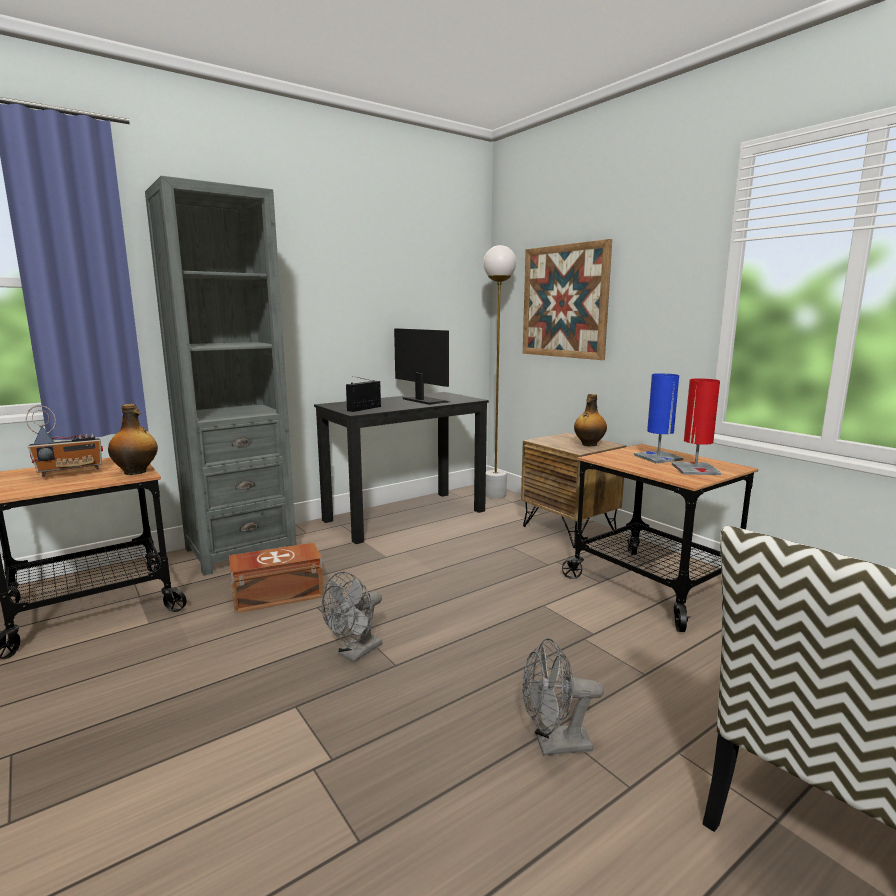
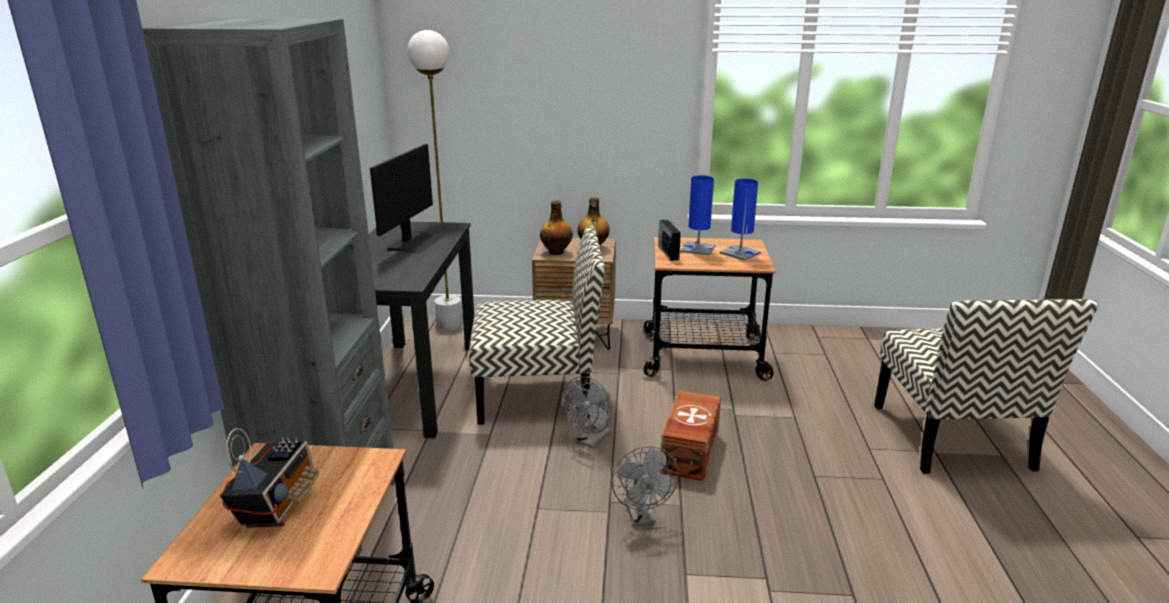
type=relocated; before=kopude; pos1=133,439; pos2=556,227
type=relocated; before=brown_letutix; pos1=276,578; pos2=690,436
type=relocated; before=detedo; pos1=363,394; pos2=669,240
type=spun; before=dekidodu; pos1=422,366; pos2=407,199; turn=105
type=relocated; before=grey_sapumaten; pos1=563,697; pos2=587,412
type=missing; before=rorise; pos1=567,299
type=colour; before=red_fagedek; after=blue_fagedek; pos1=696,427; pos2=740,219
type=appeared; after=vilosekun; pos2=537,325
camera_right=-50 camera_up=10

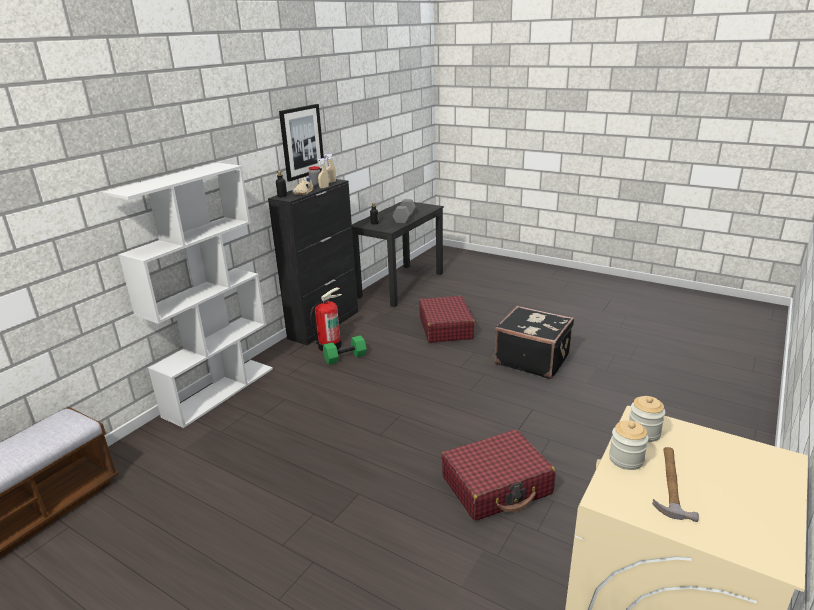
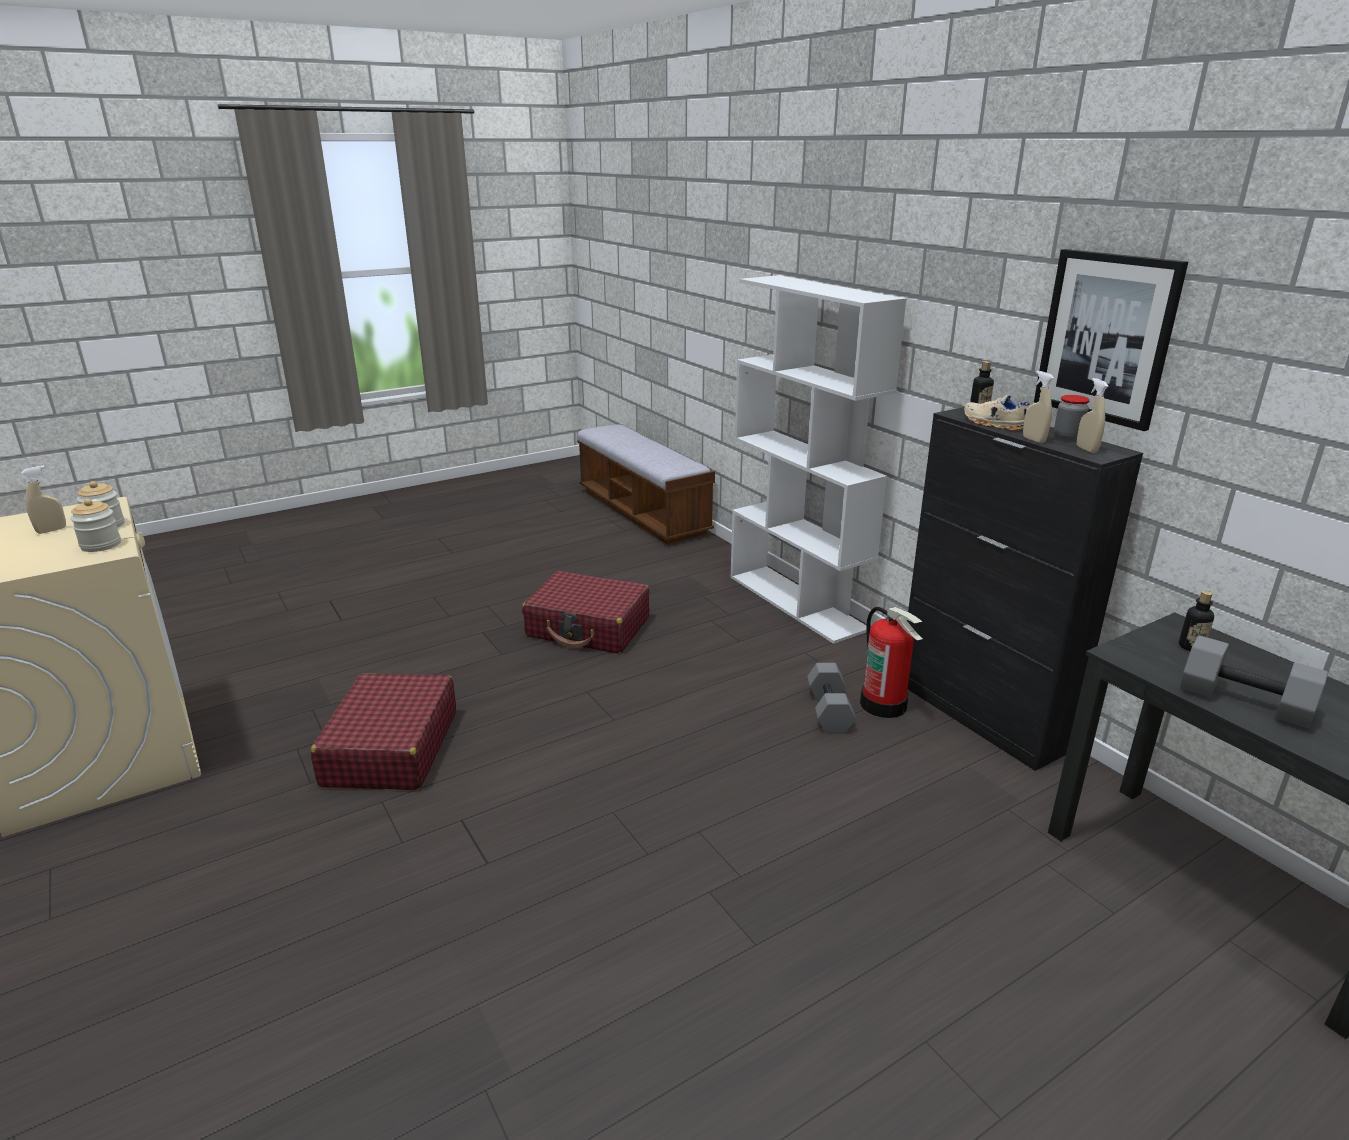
type=colour; before=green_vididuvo; after=grey_vididuvo; pos1=345,350; pos2=831,698
type=relocated; before=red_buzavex; pos1=447,319; pos2=585,612
type=missing; before=black_buzavex; pos1=534,342
type=exchanged; before=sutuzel; after=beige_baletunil; pos1=675,484; pos2=43,499
camera_right=115 camera_up=0

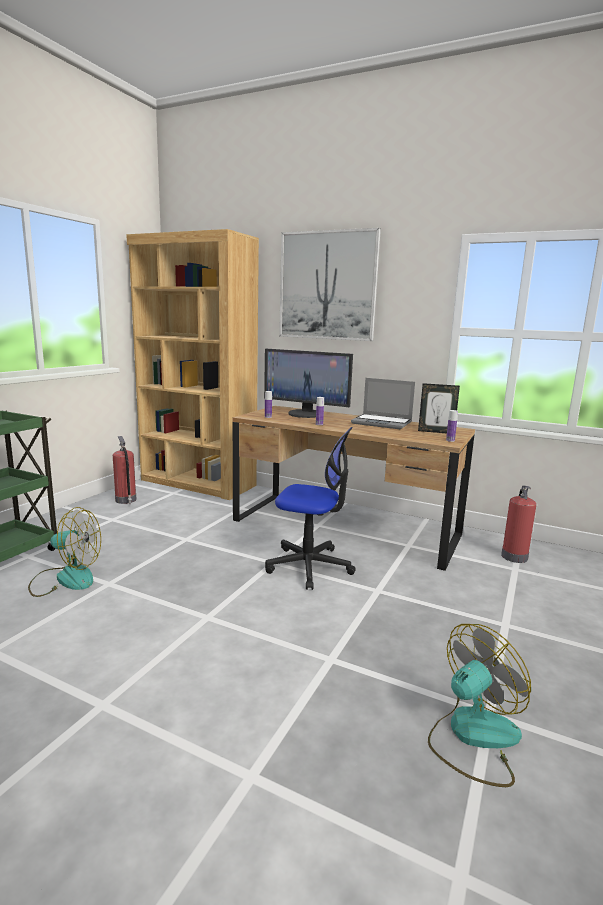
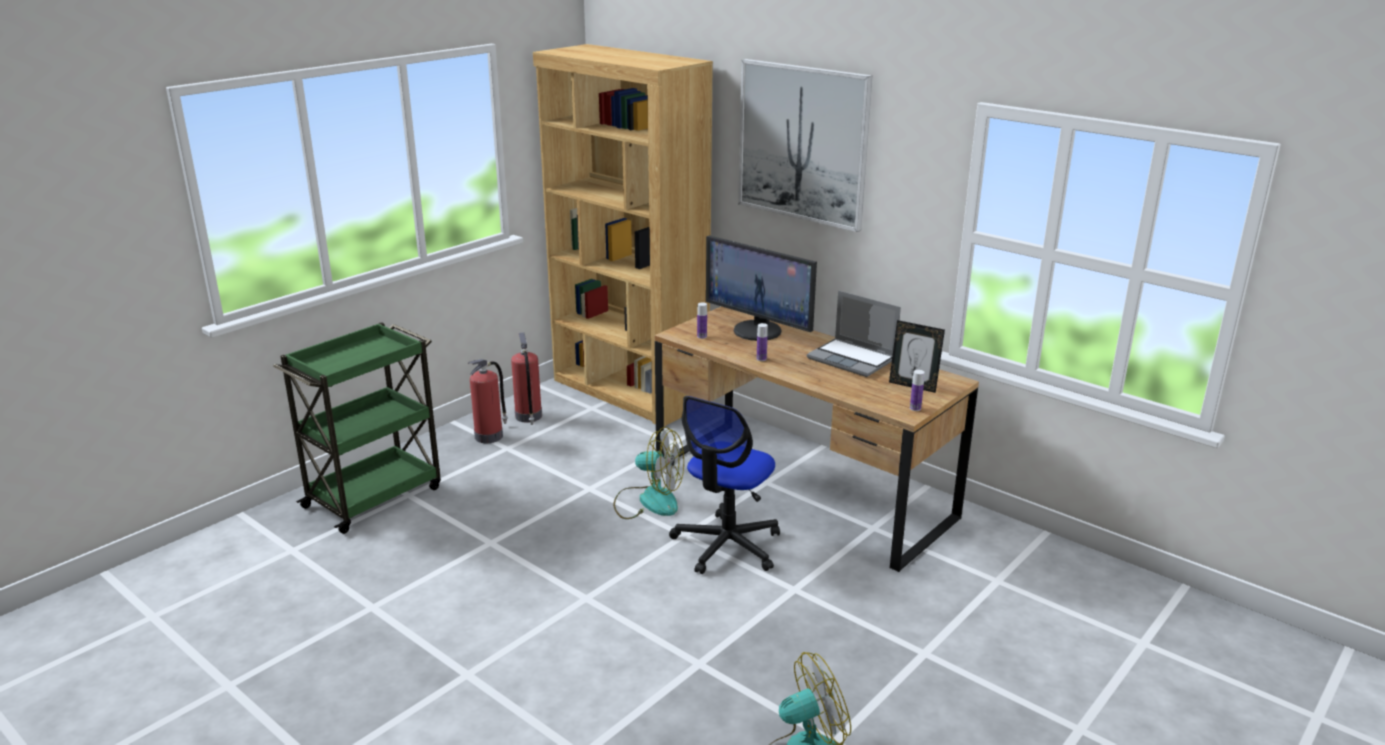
type=relocated; before=sapumaten; pos1=64,552; pos2=648,473
type=spun; before=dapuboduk; pos1=310,508; pos2=724,485; turn=90
type=relocated; before=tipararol; pos1=518,524; pos2=488,401
camera_right=15 camera_up=10

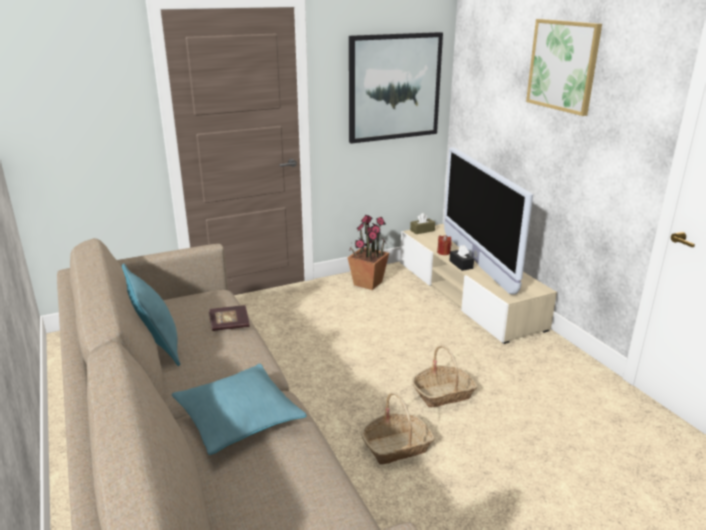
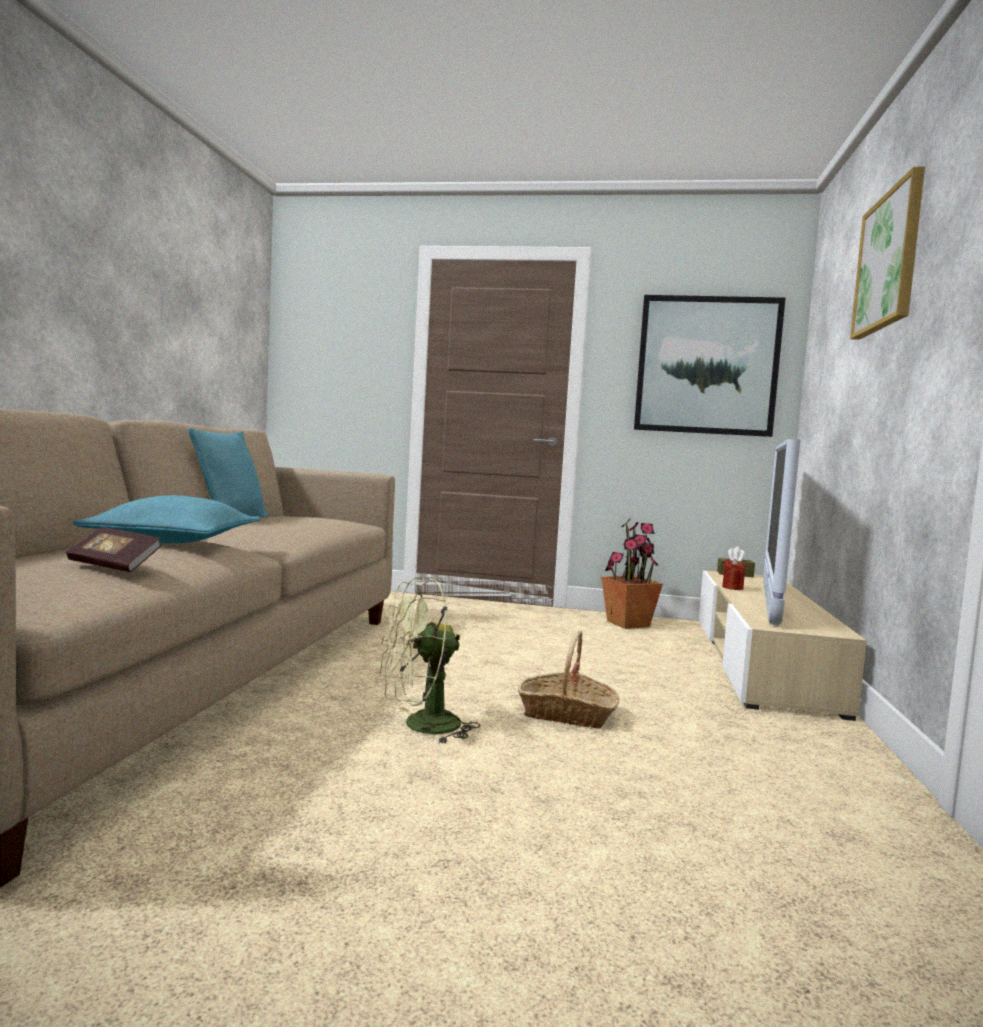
type=relocated; before=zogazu; pos1=229,318; pos2=113,549
type=exchanged; before=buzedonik; after=green_sapumaten; pos1=398,428; pos2=429,661
type=missing; before=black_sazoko; pos1=461,258
camera_right=35 camera_up=-20

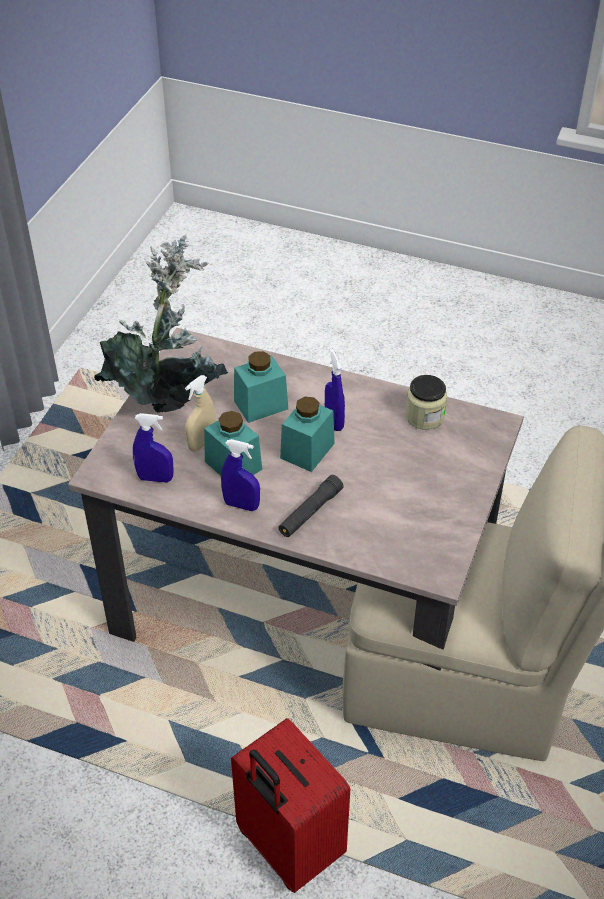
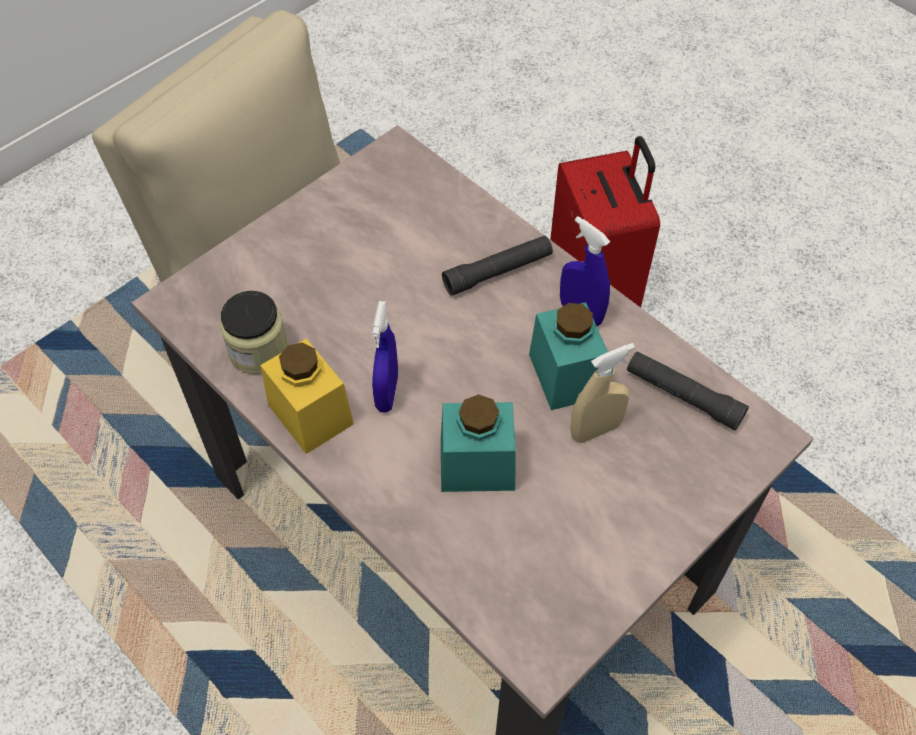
type=missing; before=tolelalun; pos1=161,323
type=exchanged; before=blue_baletunil; after=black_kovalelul; pos1=153,448; pos2=688,391
type=missing; before=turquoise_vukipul; pos1=307,434
type=appeared; after=yellow_vukipul; pos2=307,396
camera_right=-155 camera_up=10

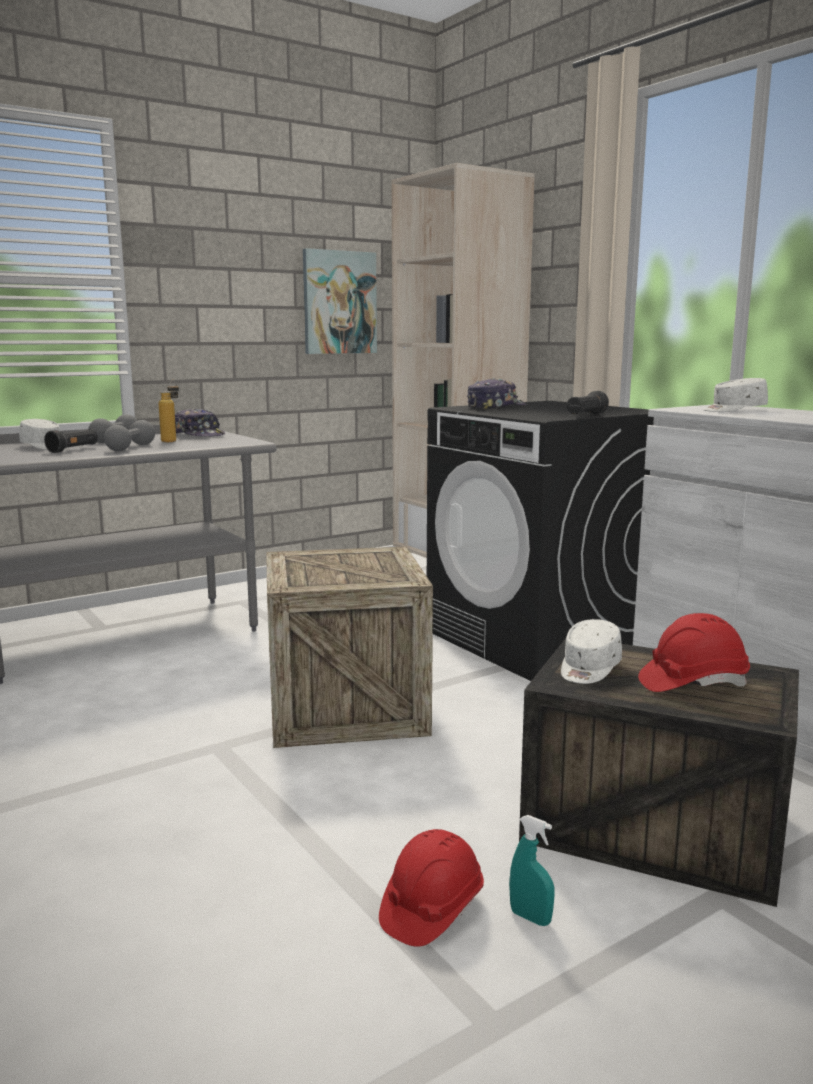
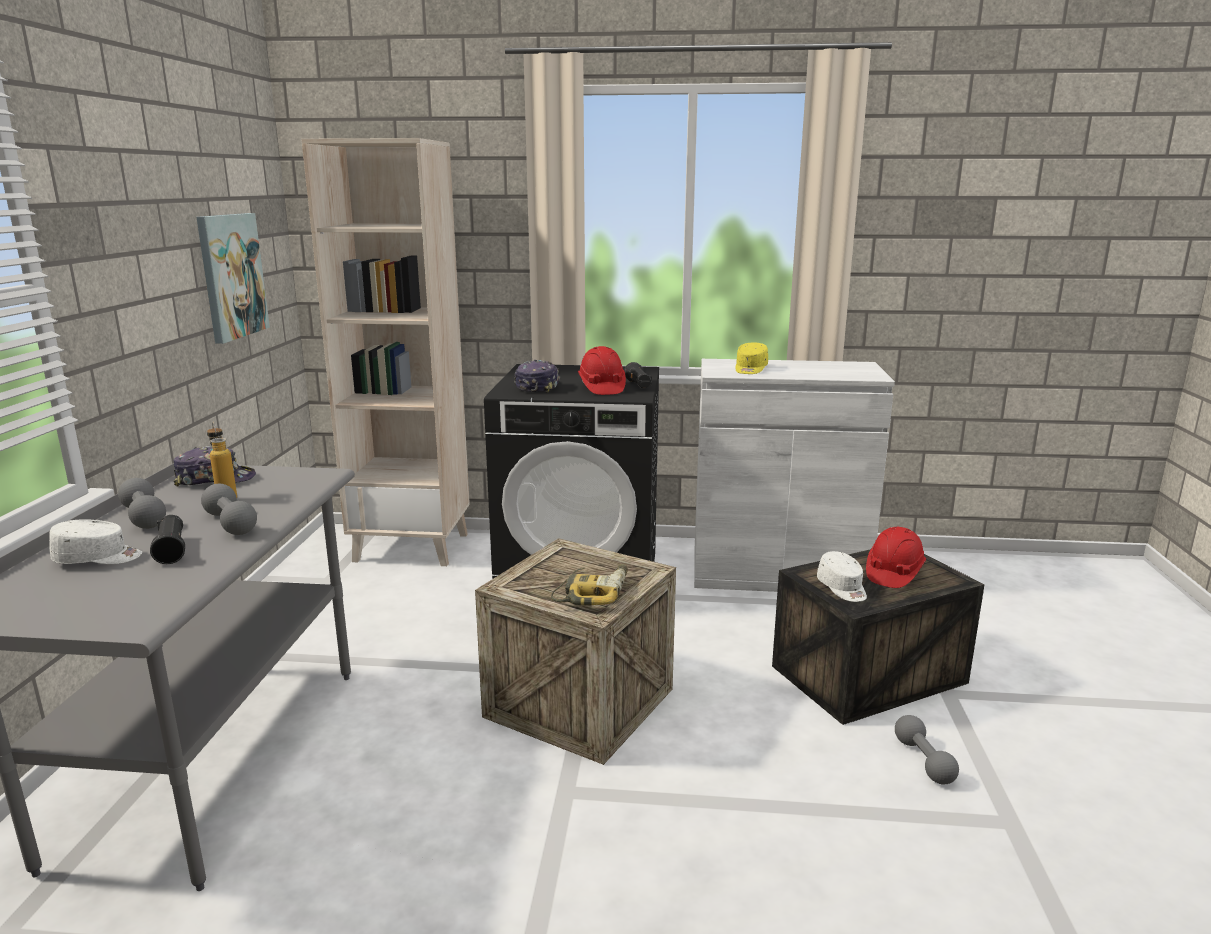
type=relocated; before=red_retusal; pos1=431,888; pos2=602,370
type=exchanged; before=turquoise_baletunil; after=grey_vididuvo; pos1=532,870; pos2=927,749
type=colour; before=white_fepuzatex; after=yellow_fepuzatex; pos1=736,395; pos2=752,358
type=appeared; after=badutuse; pos2=589,584
camera_right=-50 camera_up=5

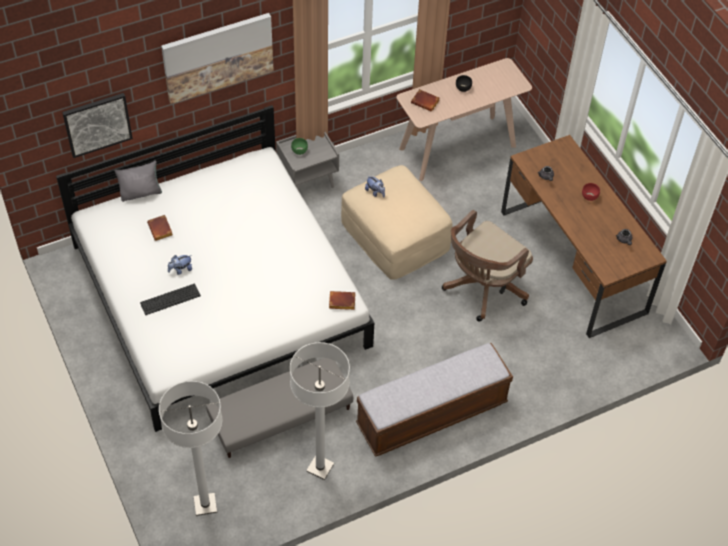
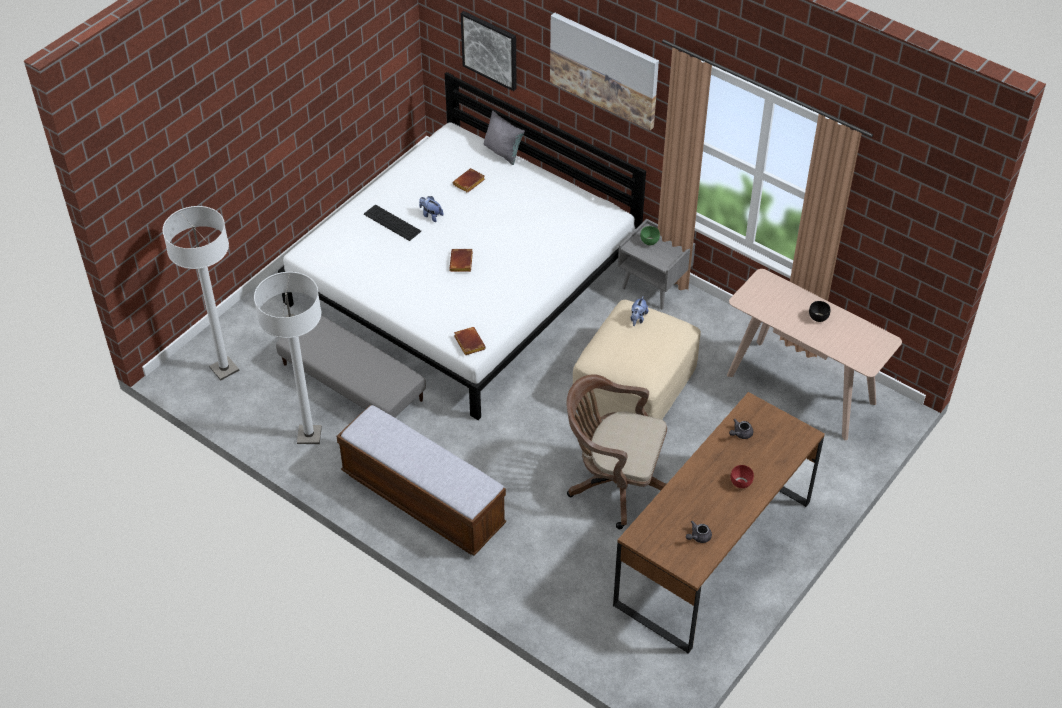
type=relocated; before=brown_zogazu; pos1=425,100; pos2=461,260
camera_right=65 camera_up=-5

